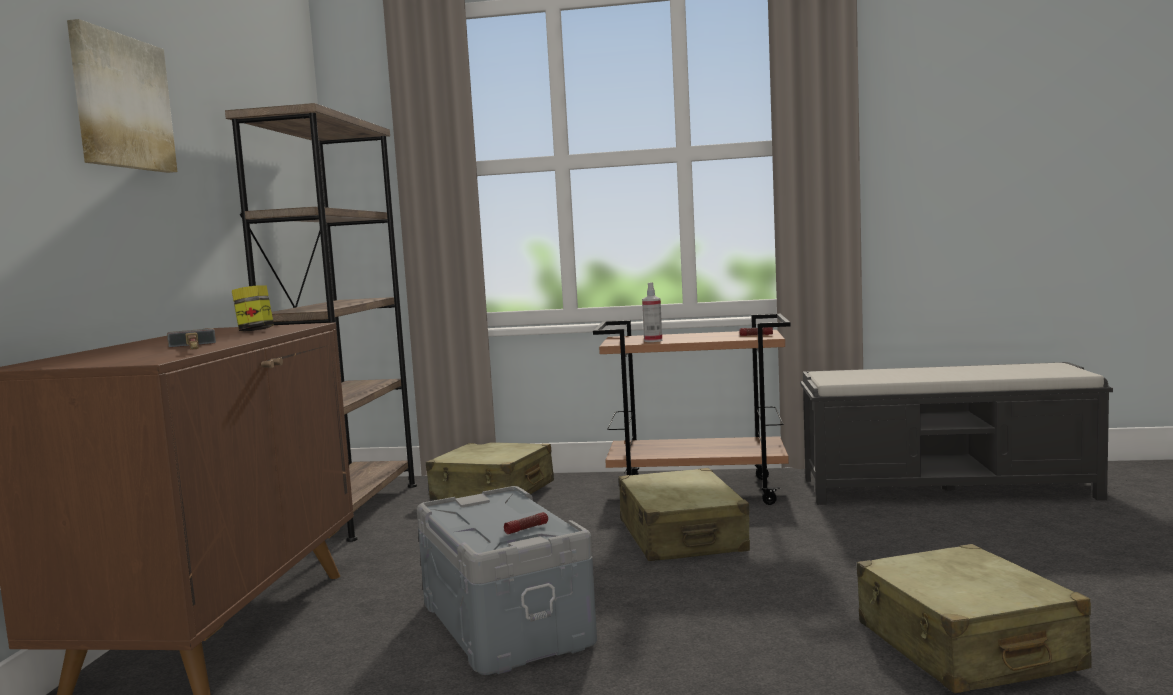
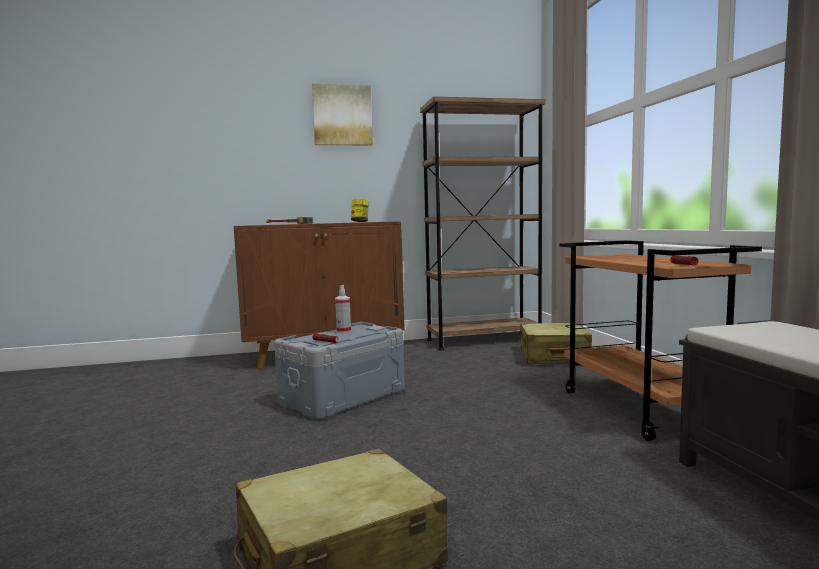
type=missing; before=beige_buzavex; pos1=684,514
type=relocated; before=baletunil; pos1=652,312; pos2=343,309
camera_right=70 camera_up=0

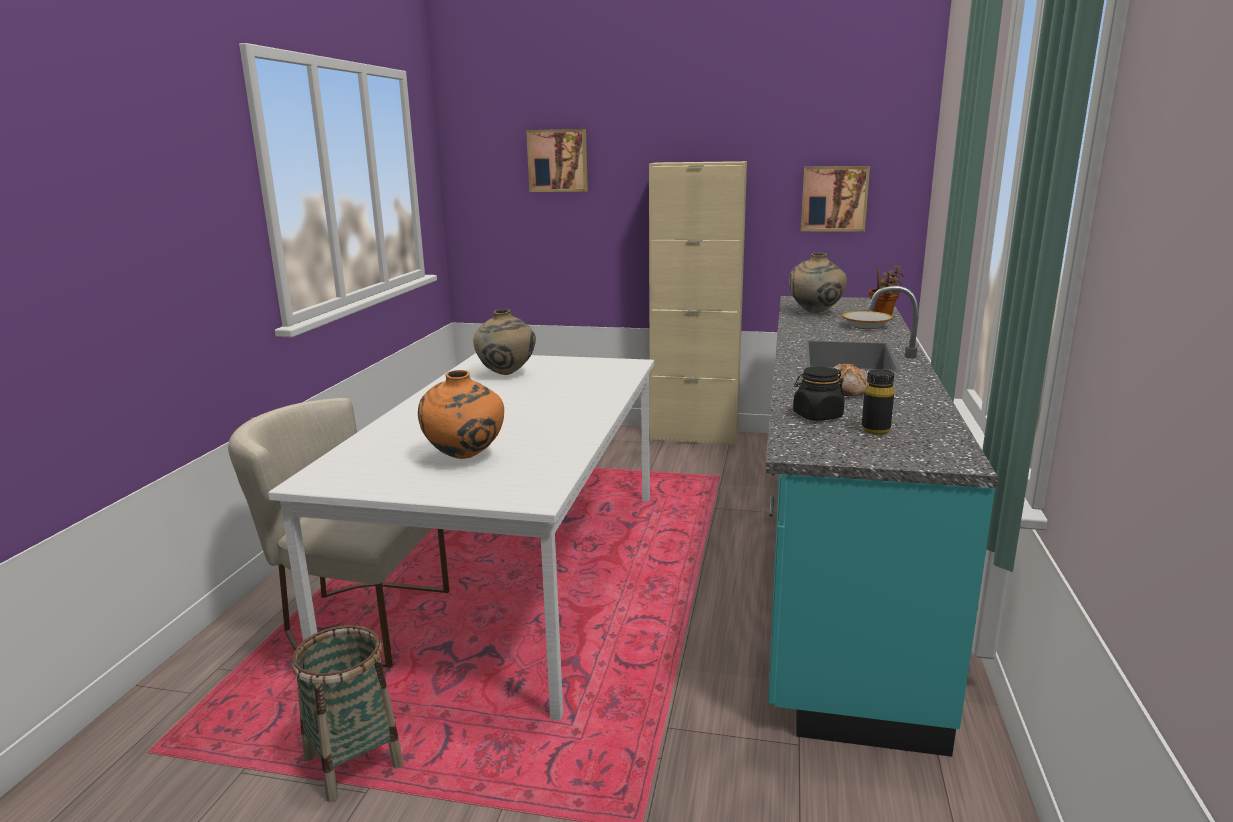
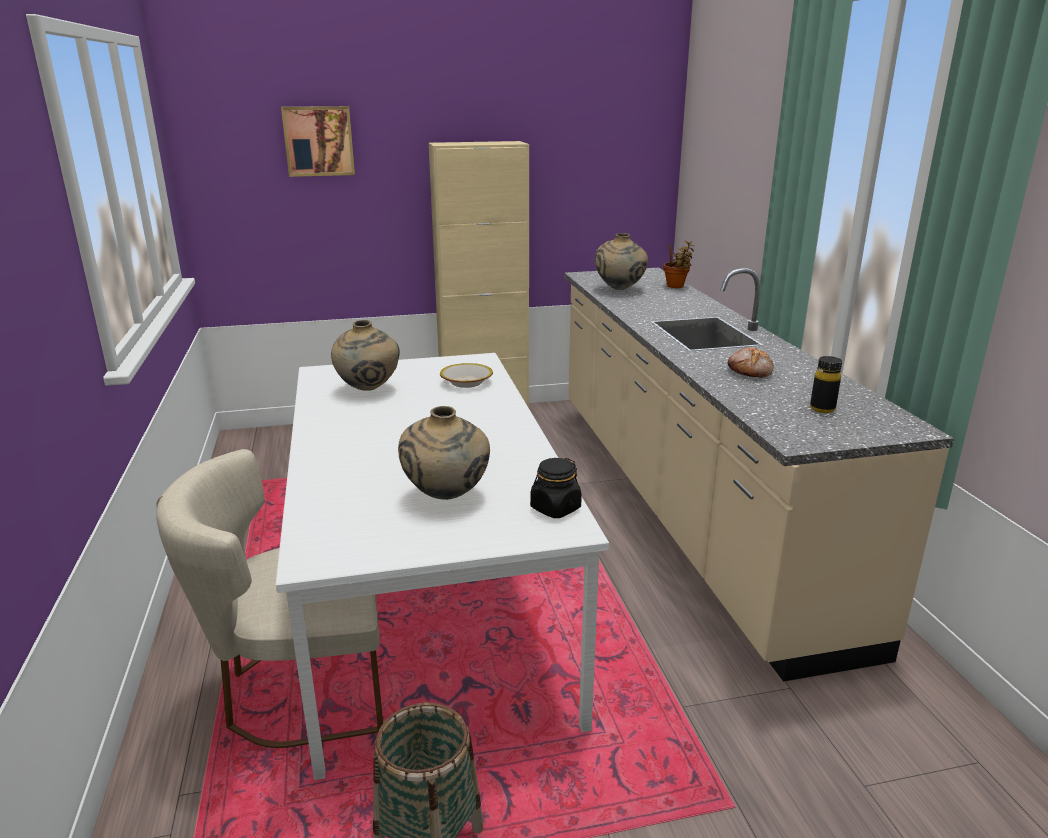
type=colour; before=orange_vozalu; after=beige_vozalu; pos1=461,414; pos2=444,453
type=colour; before=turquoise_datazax; after=beige_datazax; pos1=881,521; pos2=759,475
type=relocated; before=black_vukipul; pos1=819,393; pos2=556,488
type=missing; before=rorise; pos1=835,199
type=relocated; before=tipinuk; pos1=867,320; pos2=466,375
camera_right=-25 camera_up=5

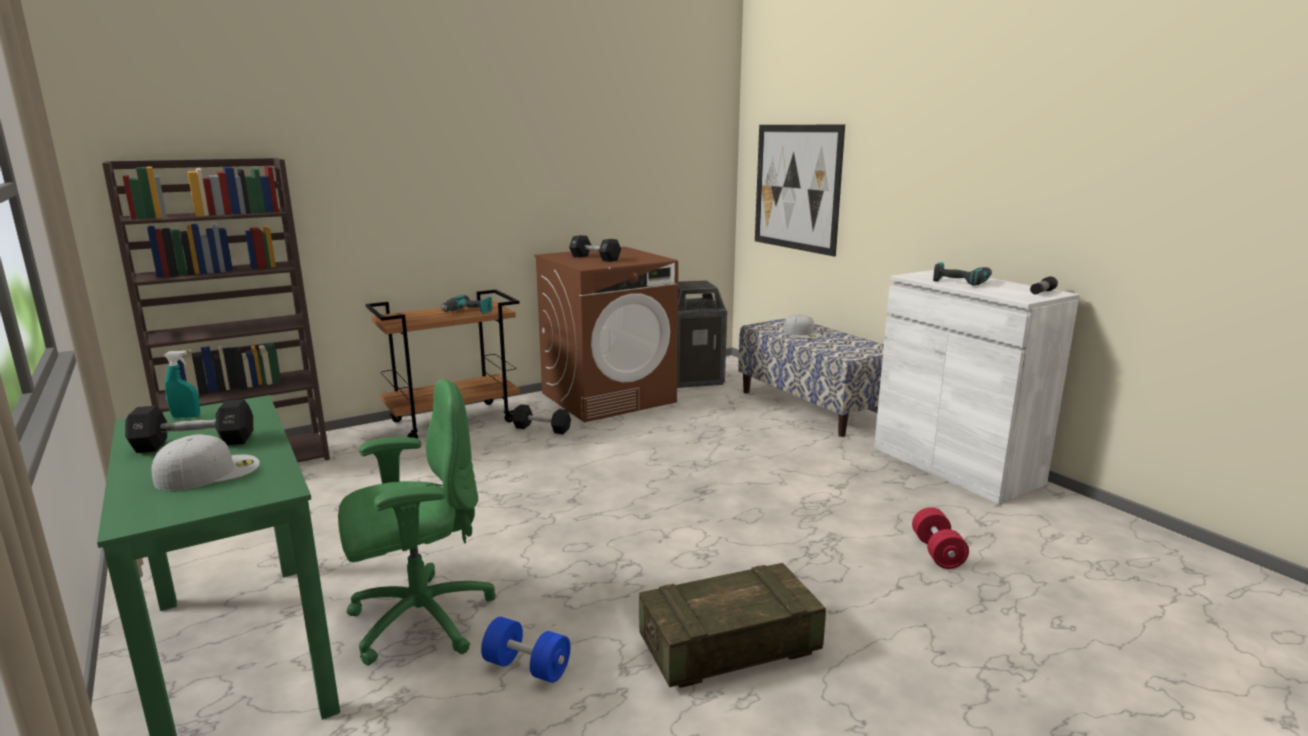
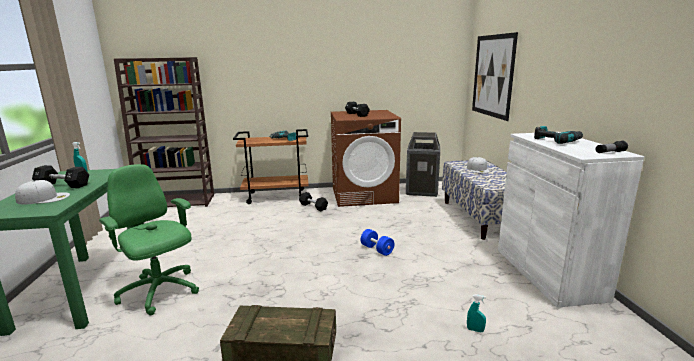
type=spun; before=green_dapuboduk; pos1=417,522; pos2=149,239; turn=-135
type=relocated; before=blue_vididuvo; pos1=526,650; pos2=377,242
type=exchanged; before=red_vididuvo; after=turquoise_baletunil; pos1=940,538; pos2=476,313
camera_right=25 camera_up=0

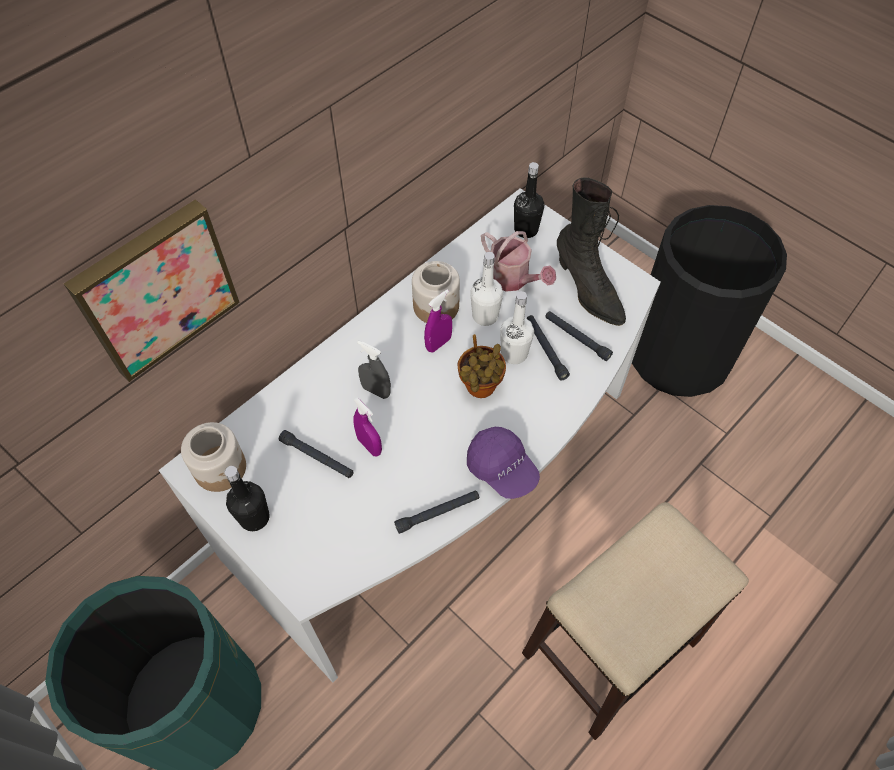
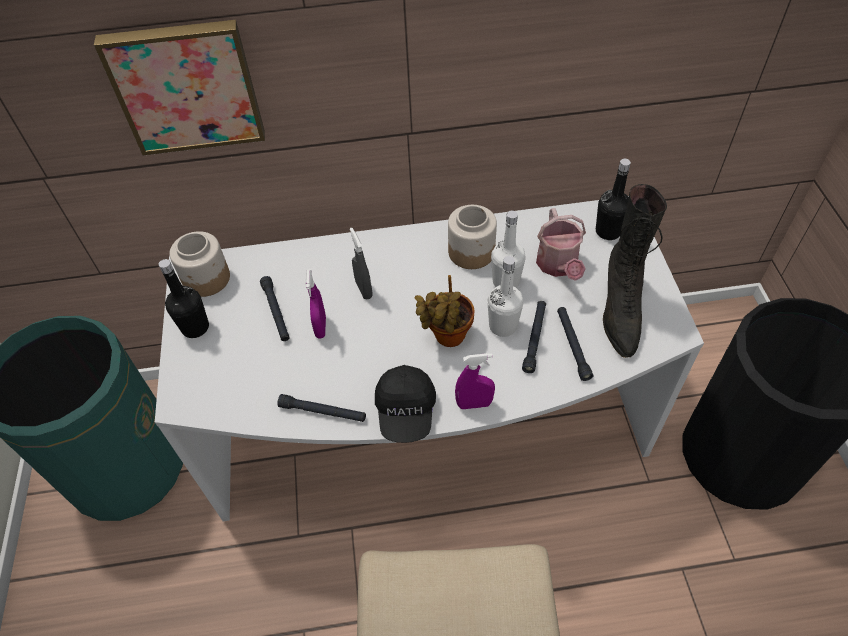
type=relocated; before=purple_baletunil; pos1=438,320; pos2=475,381
type=colour; before=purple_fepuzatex; after=black_fepuzatex; pos1=503,463; pos2=405,404
camera_right=40 camera_up=-5

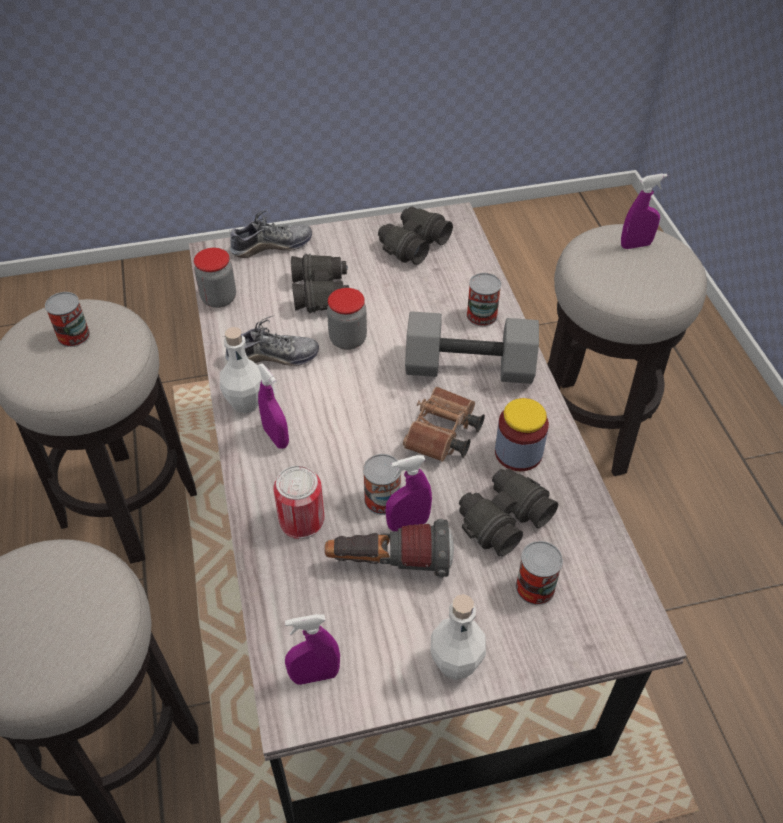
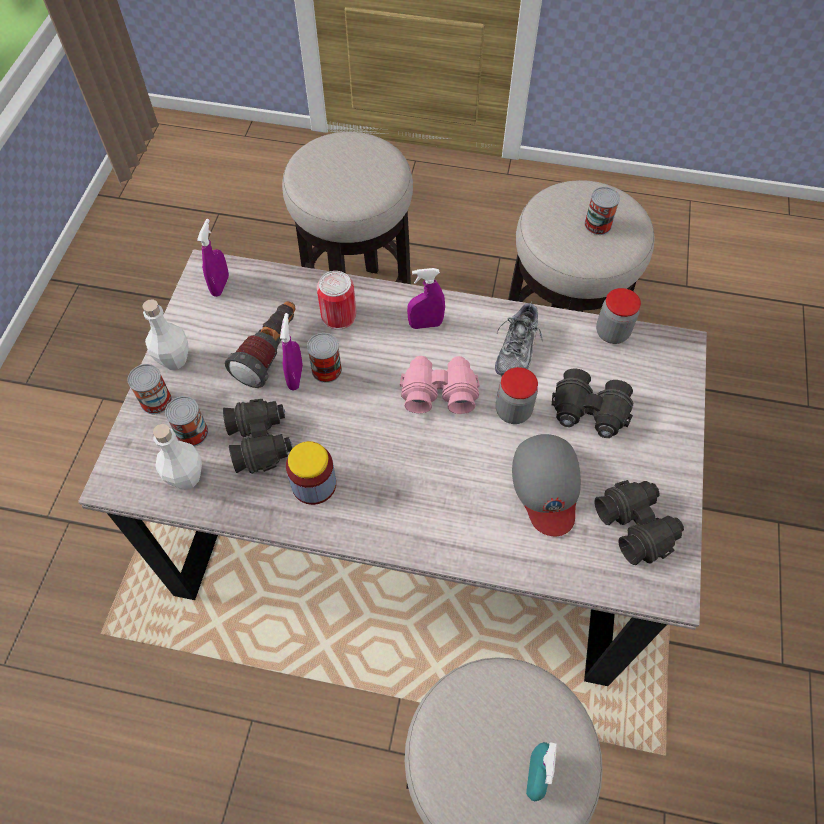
type=relocated; before=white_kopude; pos1=241,370; pos2=177,457
type=missing; before=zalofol; pos1=270,233
type=missing; before=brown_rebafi; pos1=444,424
type=missing; before=grey_vididuvo; pos1=472,347
type=relocated; before=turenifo; pos1=484,300; pos2=150,389
type=colour; before=purple_baletunil; after=turquoise_baletunil; pos1=644,211; pos2=541,771
type=appeared; after=pink_rebafi; pos2=440,385
type=appeared; after=grey_fepuzatex; pos2=546,485
camera_right=115 camera_up=10

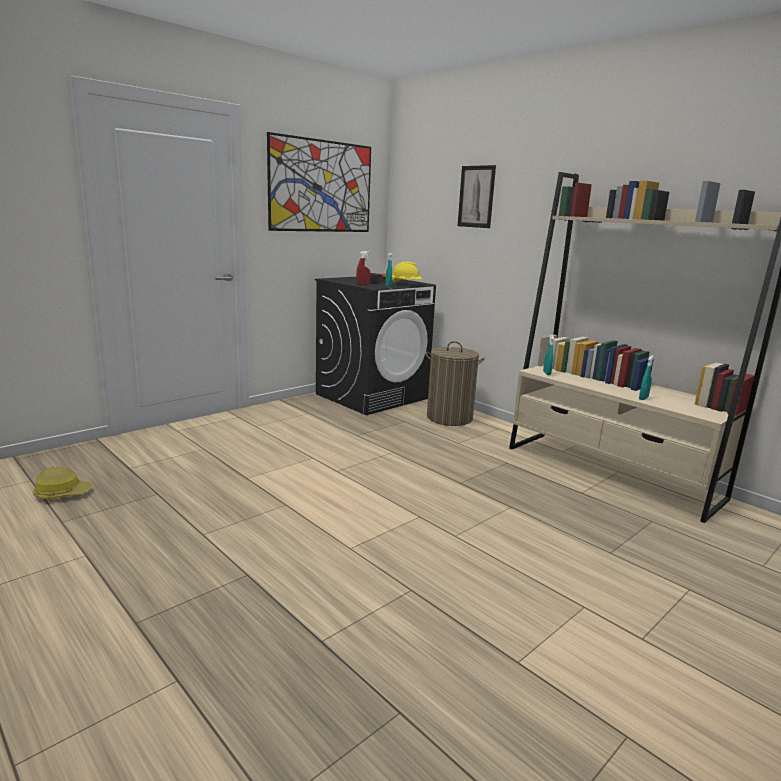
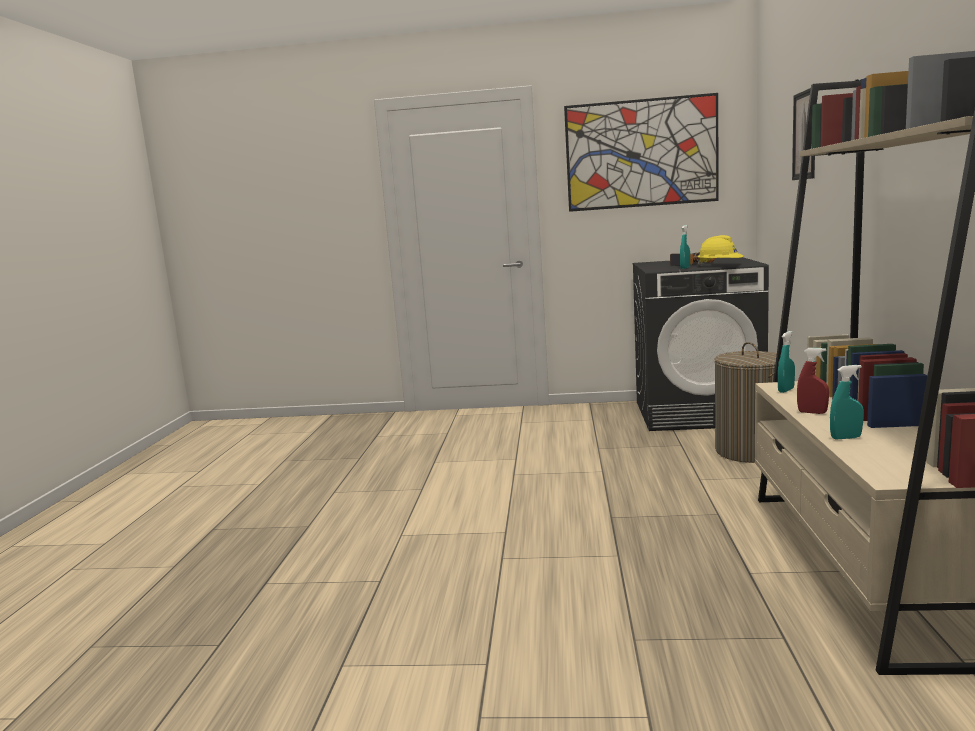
type=missing; before=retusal; pos1=62,483
type=relocated; before=red_baletunil; pos1=363,268; pos2=813,381
camera_right=50 camera_up=-5

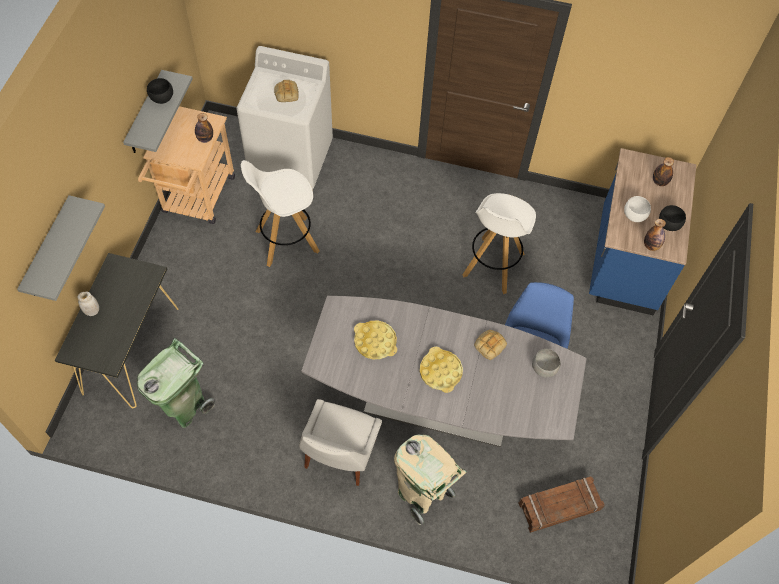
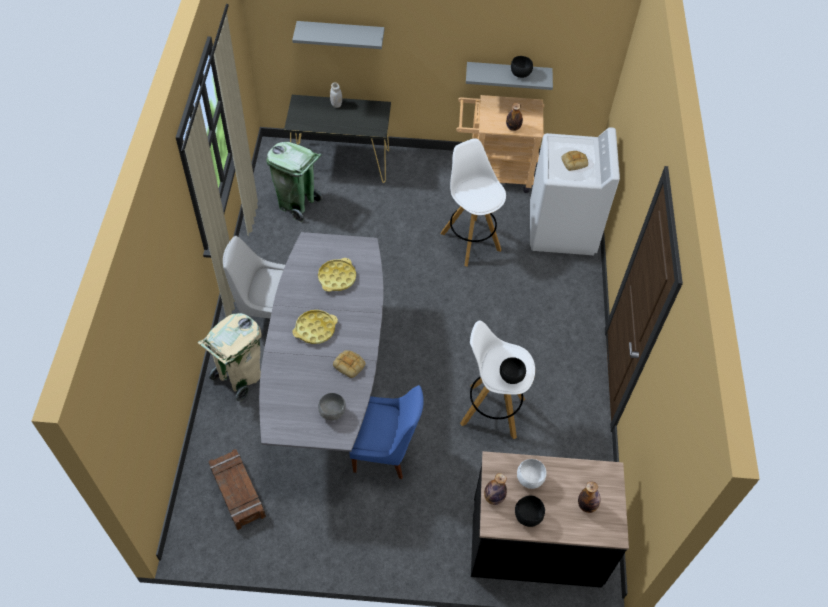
type=colour; before=blue_datazax; after=black_datazax; pos1=642,231; pos2=550,519
type=appeared; after=black_tipinuk; pos2=513,370
camera_right=80 camera_up=-5

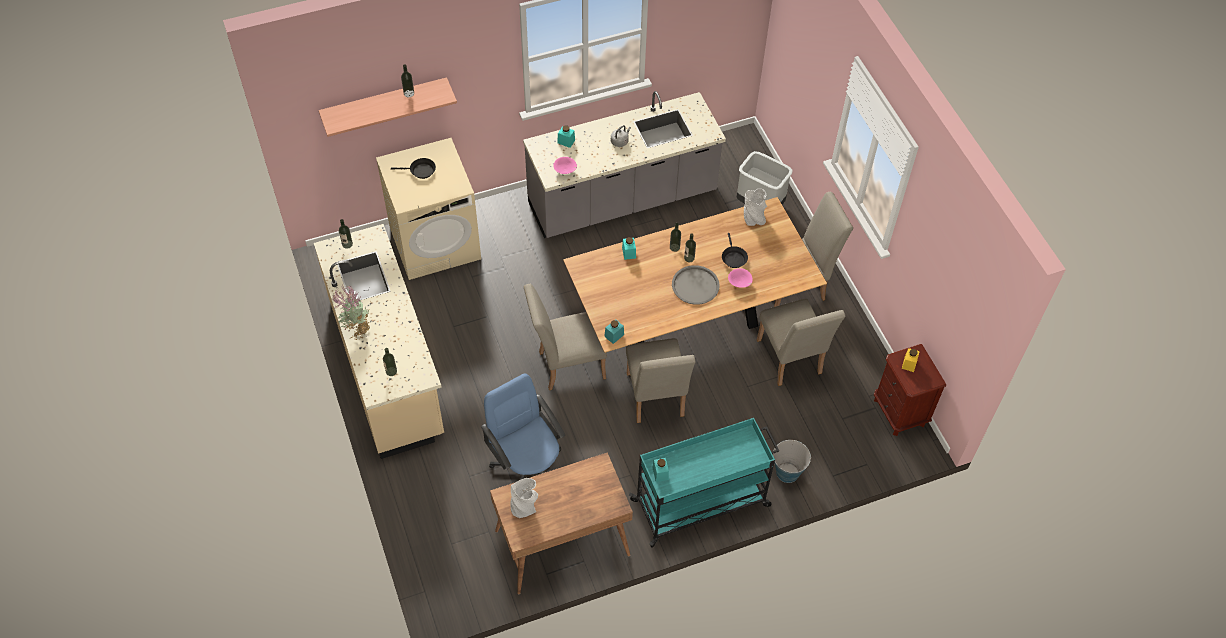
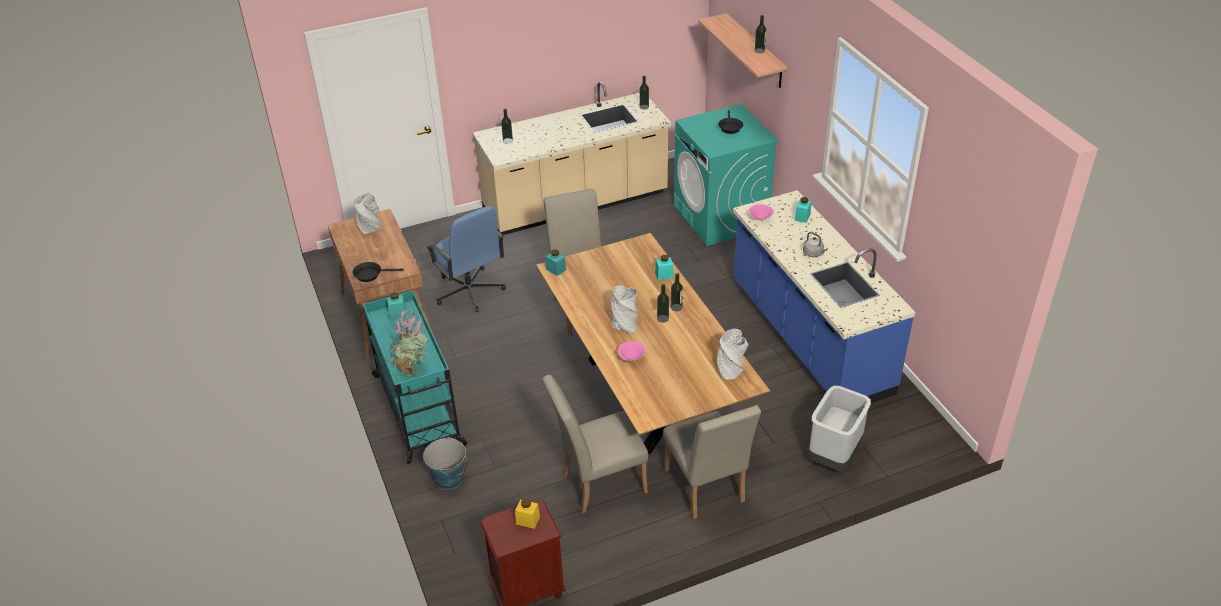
type=relocated; before=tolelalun; pos1=351,312; pos2=408,342
type=colour; before=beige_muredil; after=turquoise_muredil; pos1=428,209; pos2=726,175
type=spun; before=blue_dapuboduk; pos1=523,426; pos2=466,259; turn=90
type=colour; before=grey_datazax; after=blue_datazax; pos1=624,164; pos2=824,296
type=missing; before=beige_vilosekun; pos1=660,380
type=exchanged; before=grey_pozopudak; after=grey_vozalu; pos1=696,285; pos2=625,309
type=relocated; before=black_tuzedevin; pos1=735,250; pos2=377,272
camera_right=90 camera_up=-15

